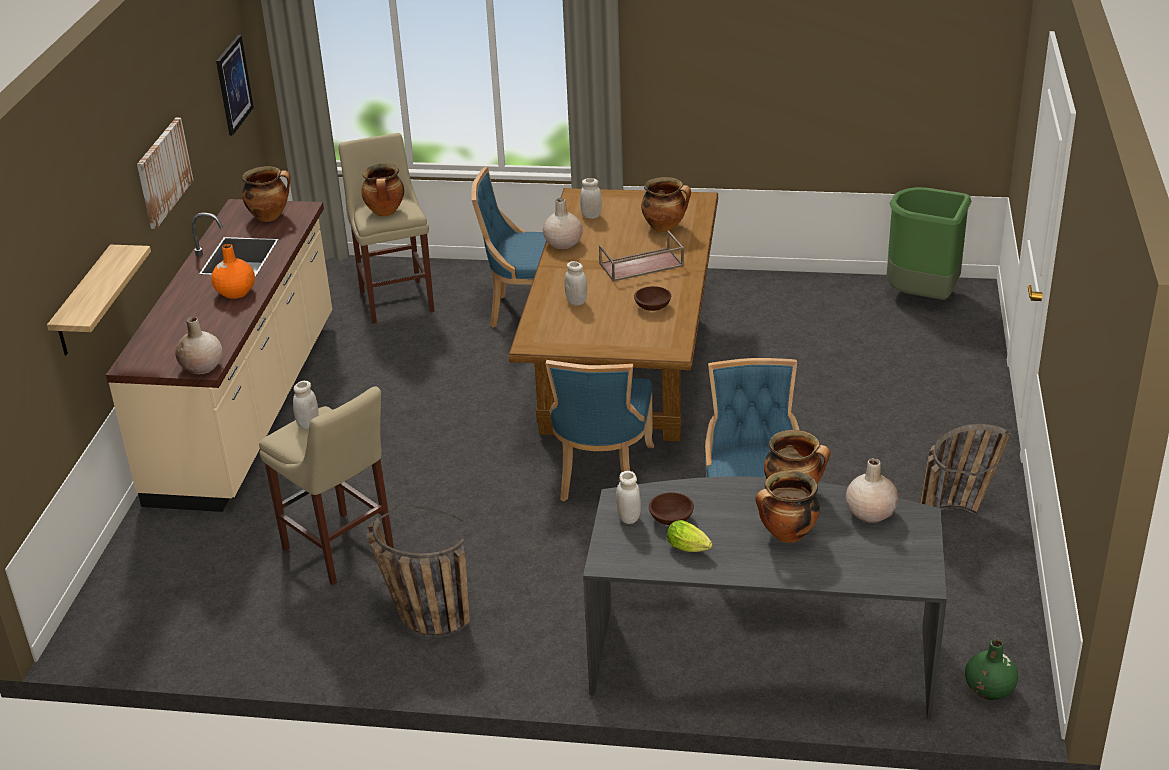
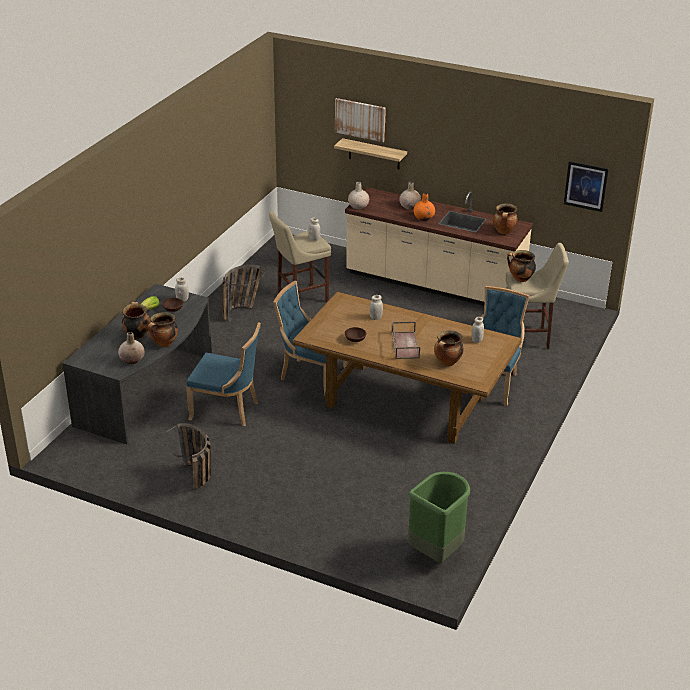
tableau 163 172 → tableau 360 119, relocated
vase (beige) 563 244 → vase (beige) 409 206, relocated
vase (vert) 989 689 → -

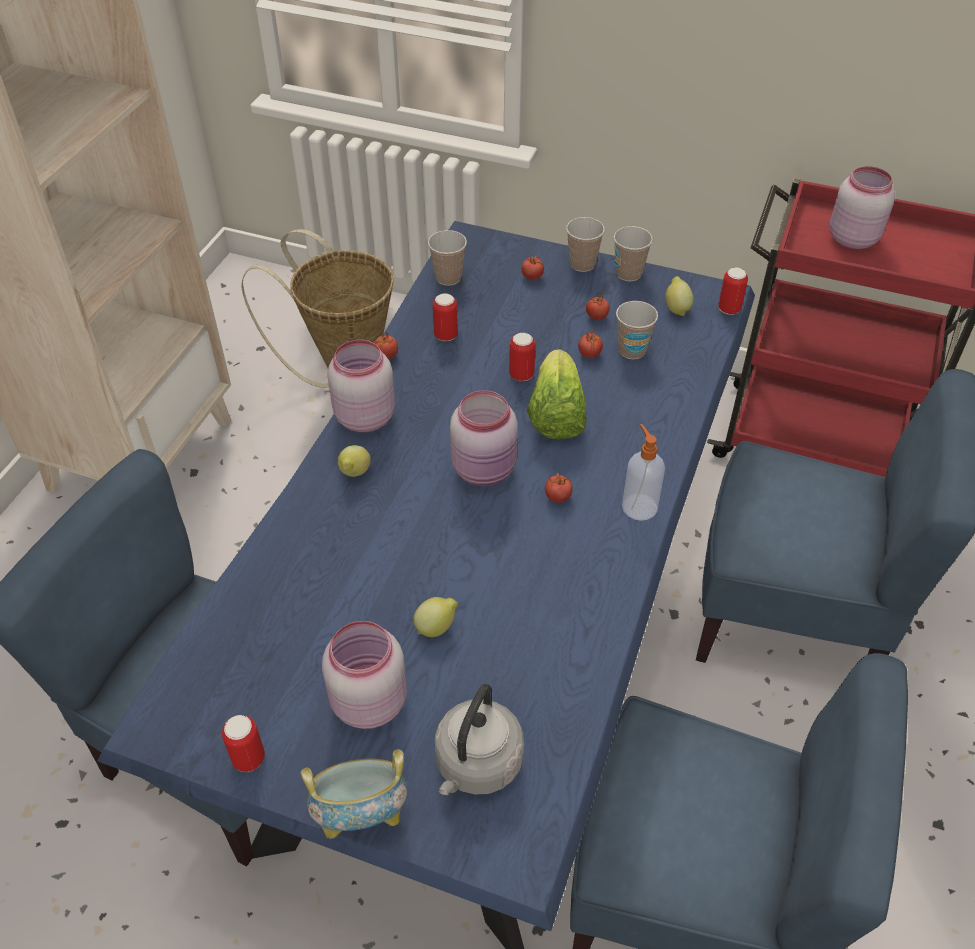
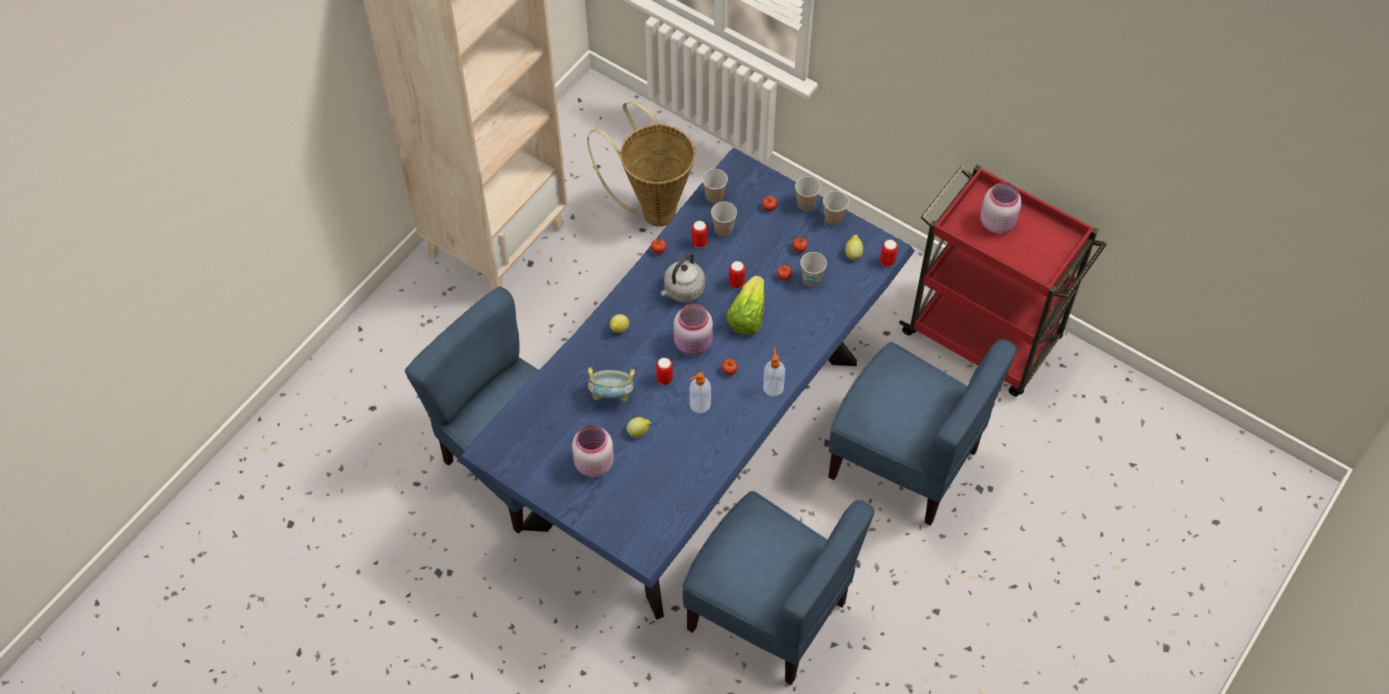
bol 361 813 → bol 612 394, relocated
boîte métallique 249 758 → boîte métallique 664 379, relocated
bouilloire (gris) 476 765 → bouilloire (gris) 682 291, relocated
- → distributeur de savon 699 405
- → tasse 723 229
bocal (rose) 363 417 → -

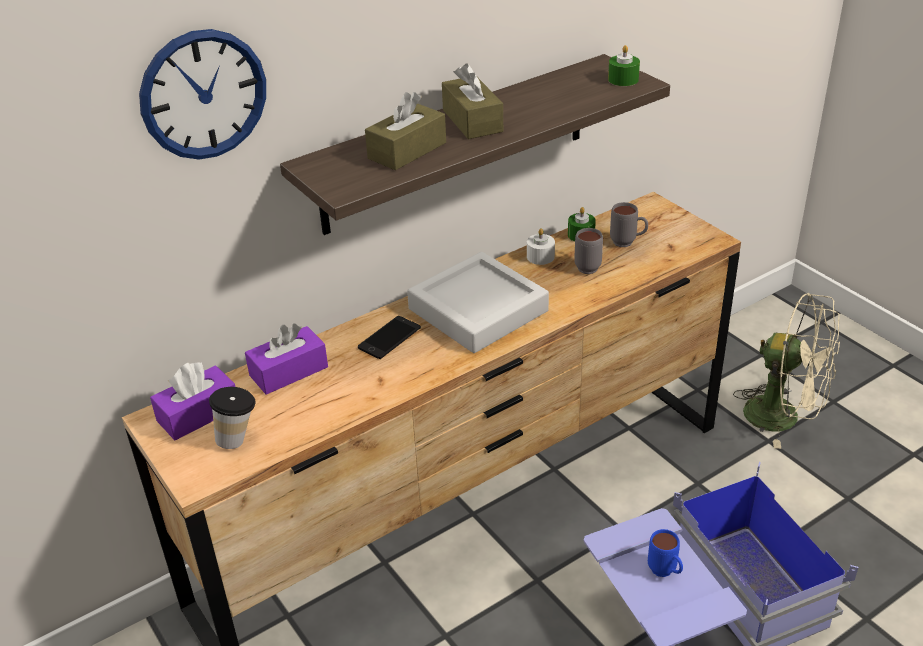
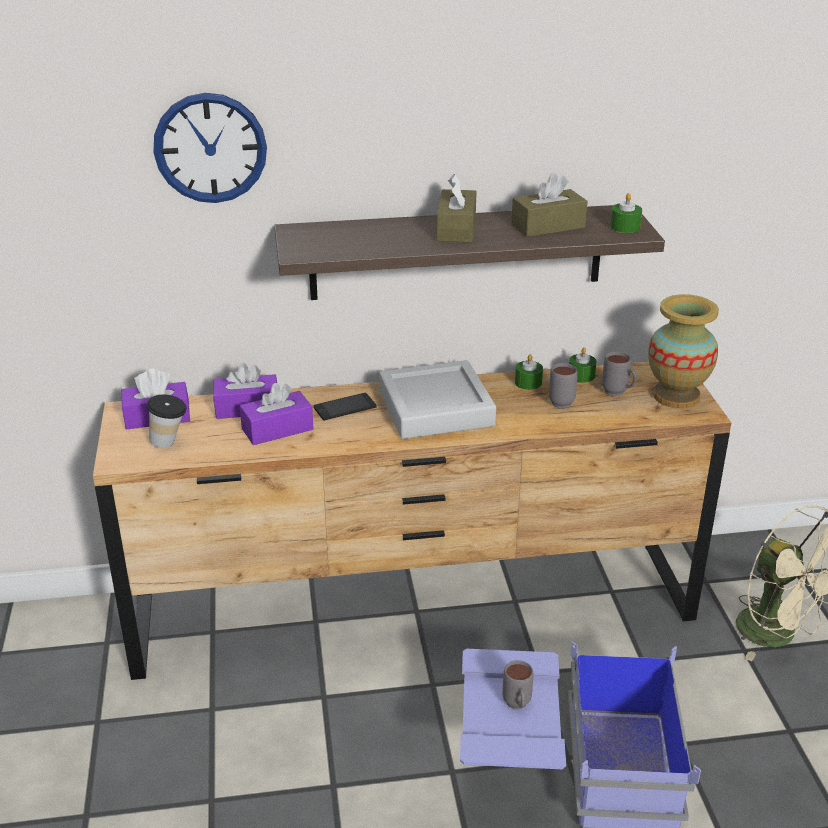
- → boîte à mouchoirs (violet) 277 429
mug (bleu) 665 573 → mug (gris) 517 706
boîte à mouchoirs (marron) 407 150 → boîte à mouchoirs (marron) 548 226, relocated
bougie (blanc) 540 256 → bougie (vert) 528 382
- → vase 676 396

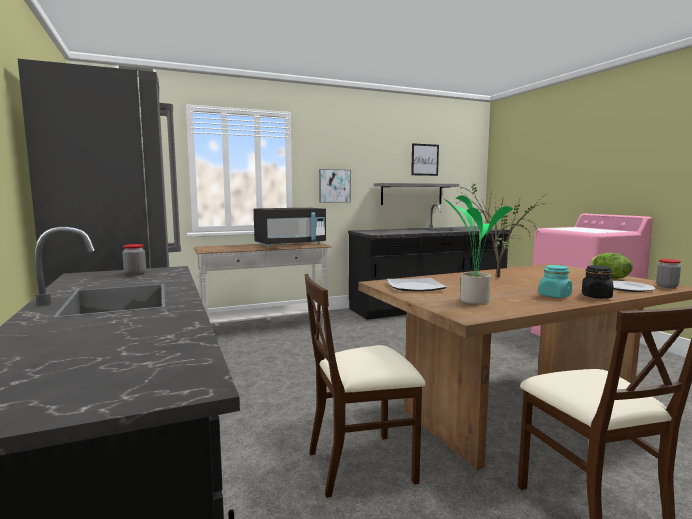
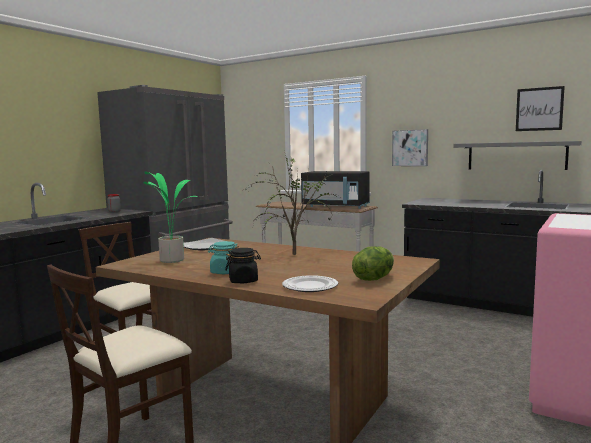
bocal 666 286 → -

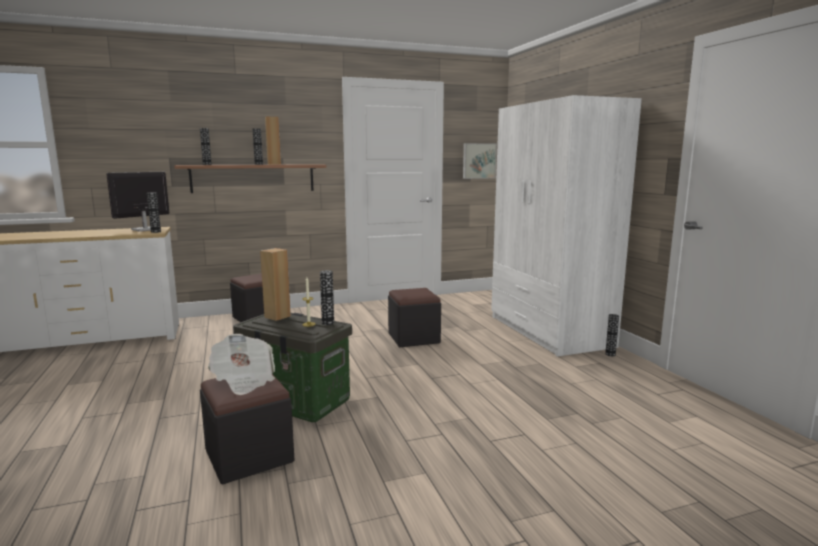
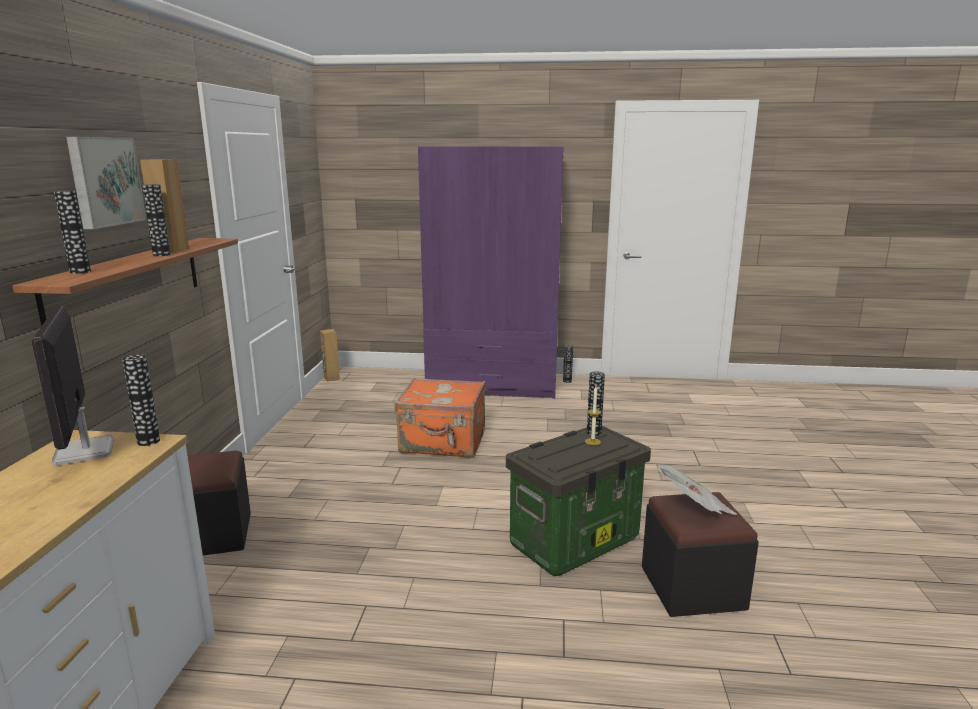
tableau 478 161 → tableau 104 181, relocated
enceinte (marron) 277 316 → enceinte (marron) 331 378, relocated
pouf (noir) 413 338 → valise (orange) 443 443
armoire (blanc) 548 331 → armoire (violet) 493 384

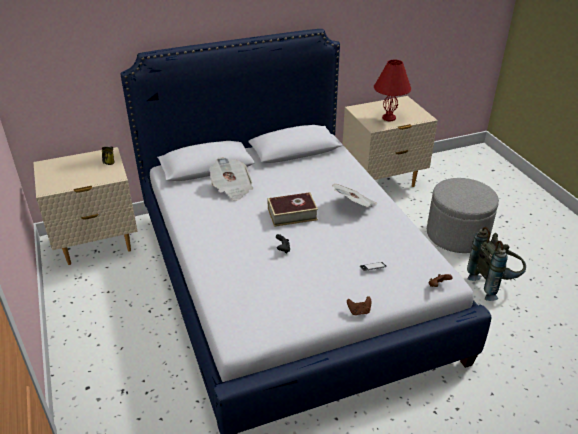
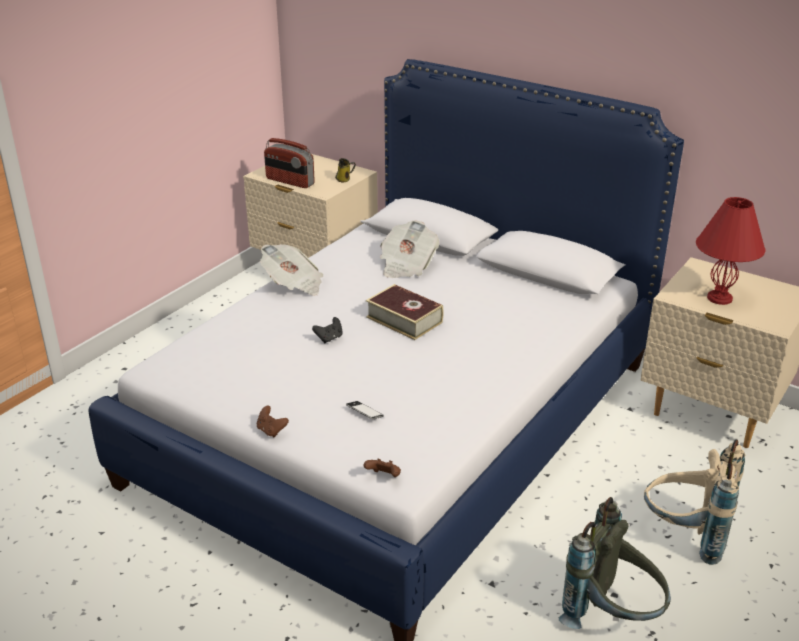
journal 354 206 → journal 293 284, relocated
- → radio 289 181
pouf (gris) 457 235 → sac à dos (beige) 685 536

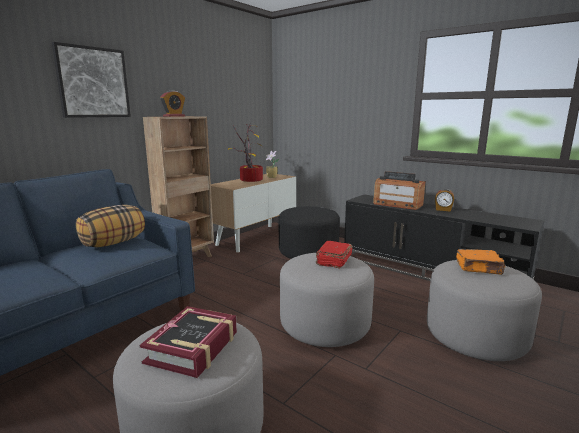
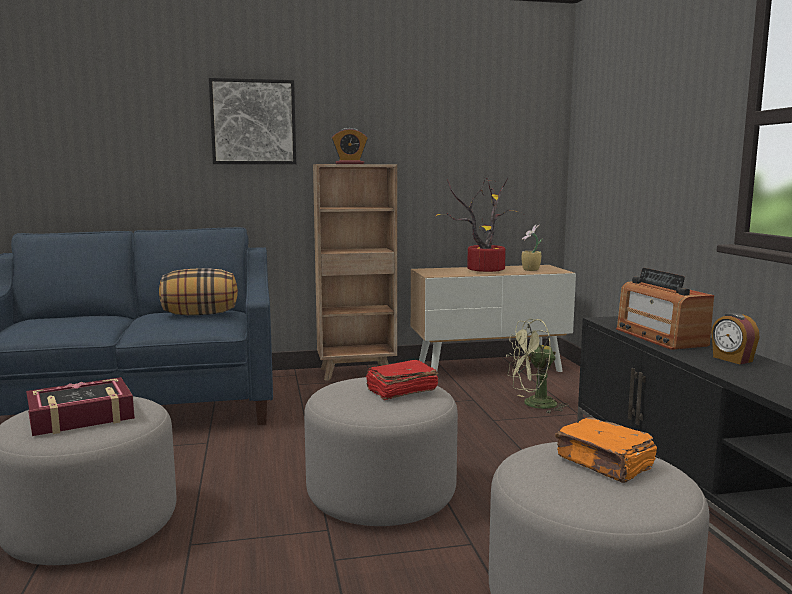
pouf (noir) 308 252 → ventilateur (vert) 533 405

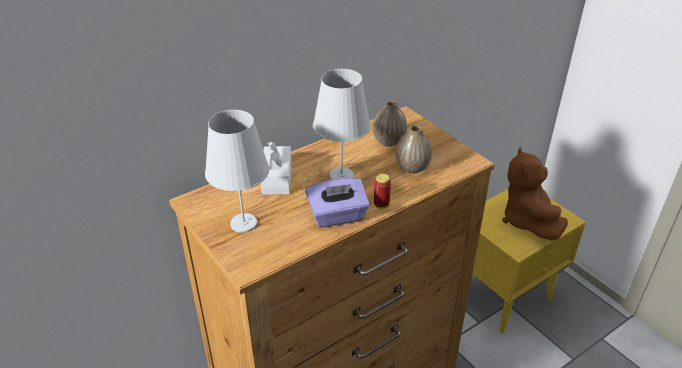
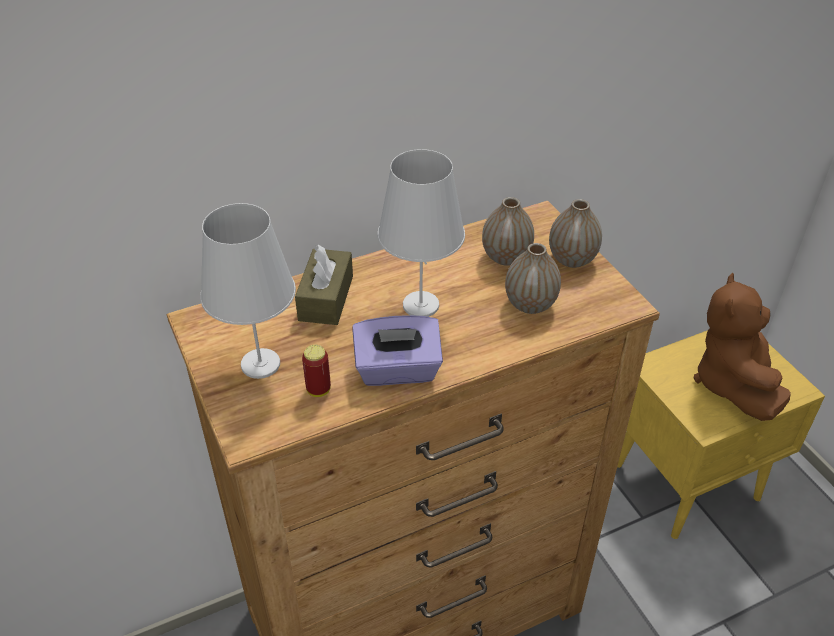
boîte à mouchoirs (blanc) 277 178 → boîte à mouchoirs (marron) 326 298
boîte métallique 381 205 → boîte métallique 318 389, relocated
- → vase 572 259

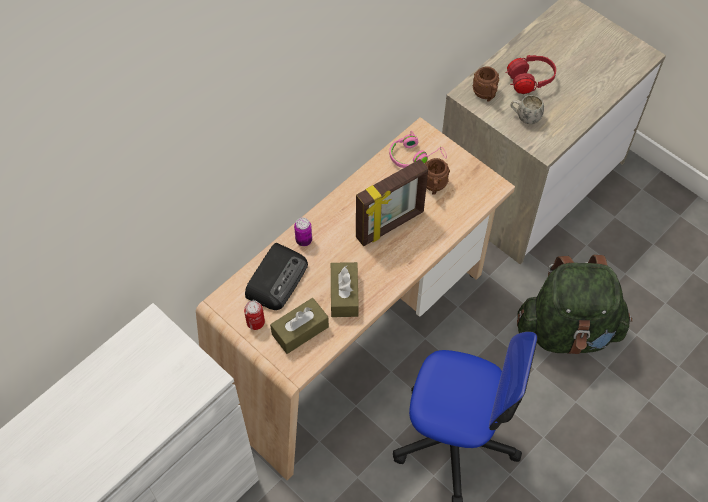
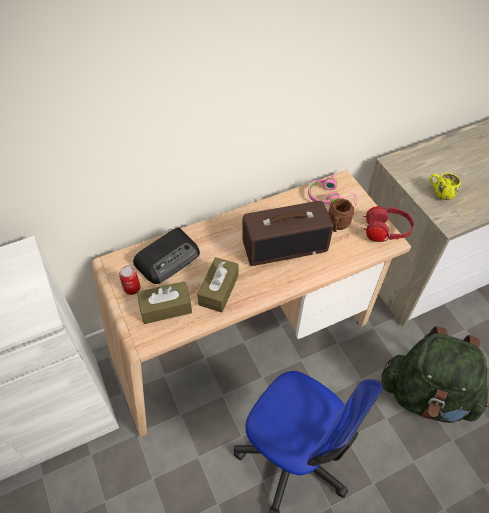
cadre photo 390 226 → radio 285 245
casque audio (rouge) 529 82 → casque audio (rouge) 384 232, relocated
mug (blanc) 524 117 → mug (jaune) 439 193
boîte métallique 304 240 → -
mug (marron) 485 95 → -

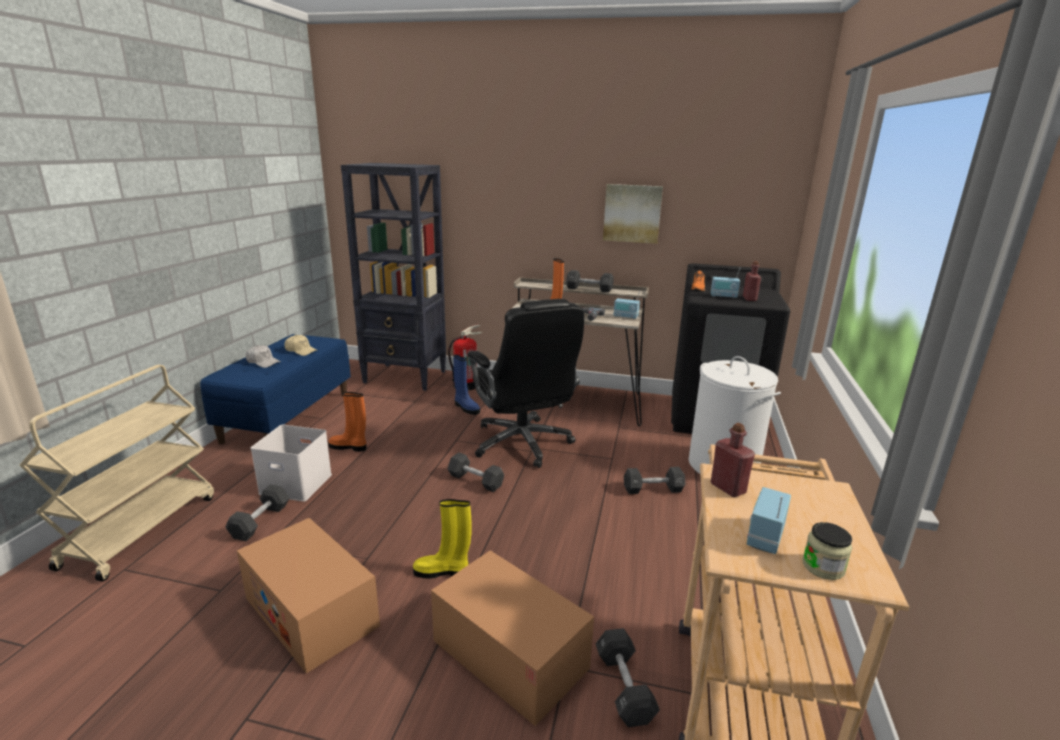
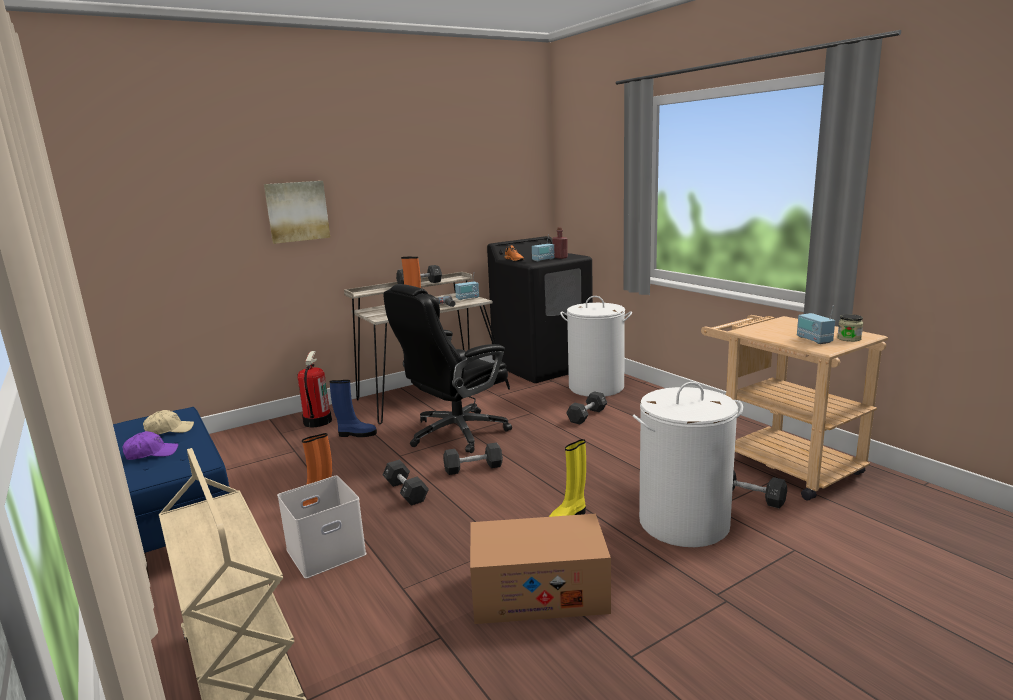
casquette (blanc) 263 362 → casquette (violet) 151 453
tableau 632 213 → tableau 297 211, relocated
chaise de bureau (noir) 523 443 → chaise de bureau (noir) 455 433, 120 degrees clockwise
haltère (noir) 260 521 → haltère (noir) 406 492, relocated
carton 509 654 → panier à linge (blanc) 683 523
bibliothèque (noir) 406 377 → -
bouteille (rouge) 728 488 → -

